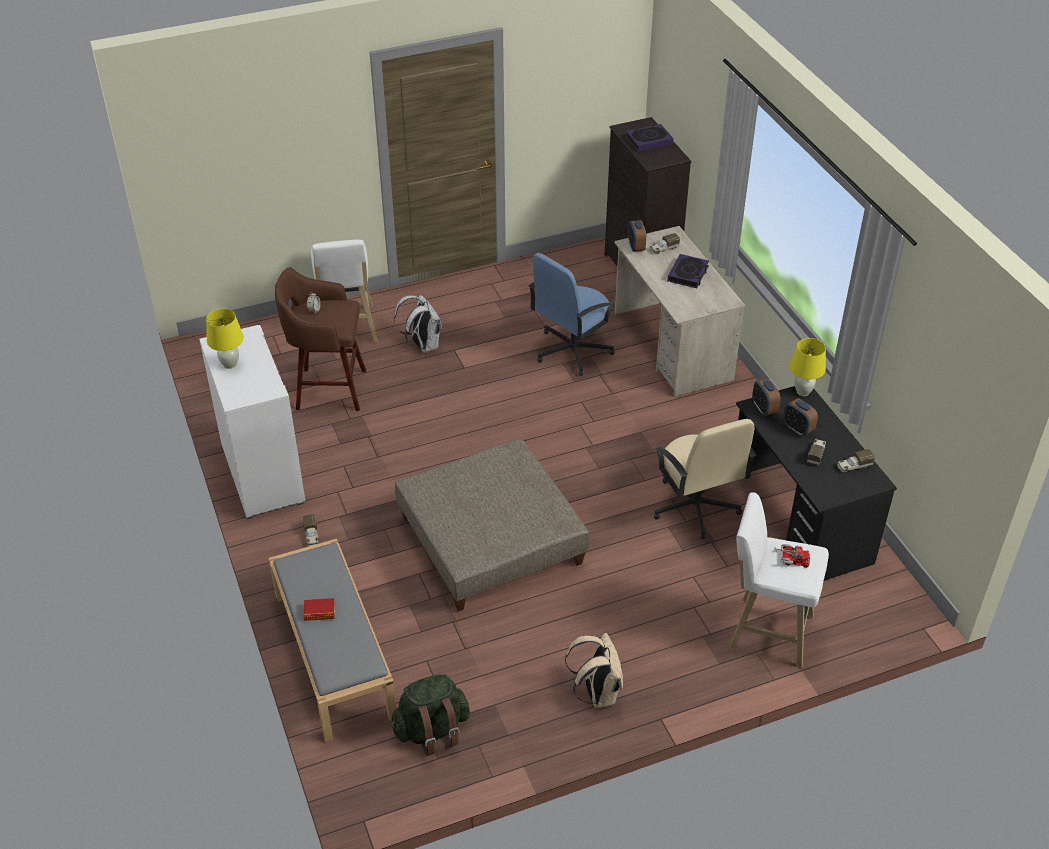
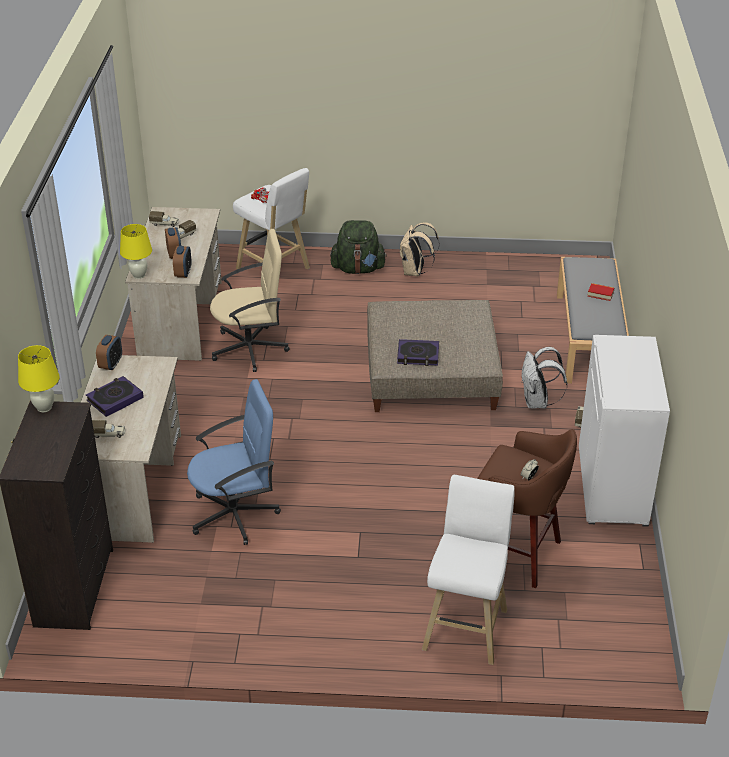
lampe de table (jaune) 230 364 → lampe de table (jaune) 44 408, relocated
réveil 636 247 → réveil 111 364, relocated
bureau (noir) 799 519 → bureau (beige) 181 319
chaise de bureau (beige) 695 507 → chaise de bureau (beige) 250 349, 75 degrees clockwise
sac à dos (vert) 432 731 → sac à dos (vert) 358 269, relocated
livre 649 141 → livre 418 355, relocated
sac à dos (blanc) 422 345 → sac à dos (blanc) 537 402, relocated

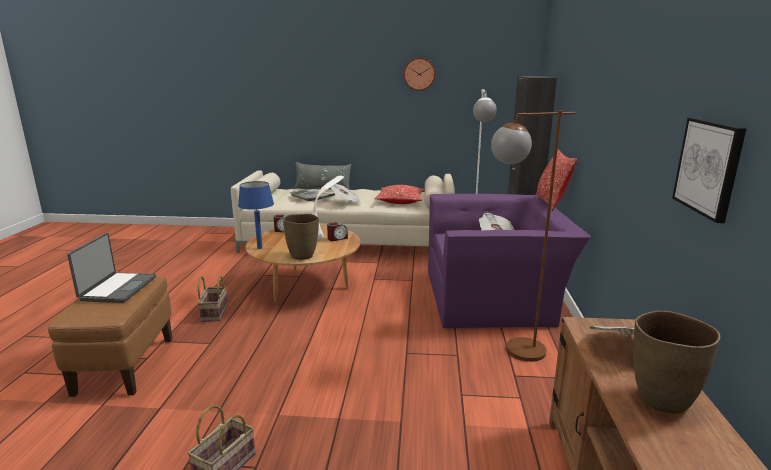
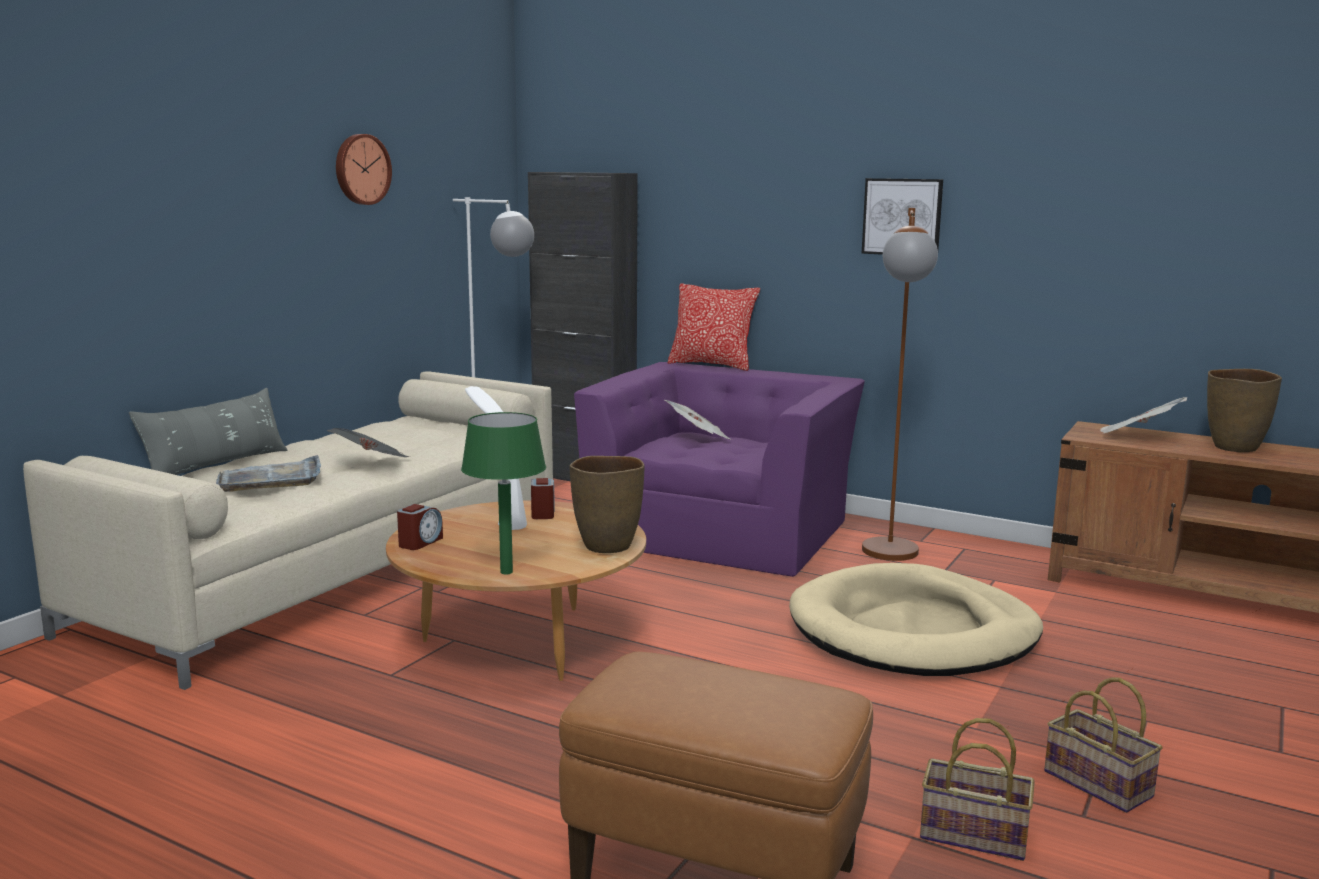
lampe de table (bleu) 260 248 → lampe de table (vert) 507 572
- → panier pour chien (beige) 913 631
tableau 709 167 → tableau 902 217, relocated
panier 214 313 → panier 970 836, relocated
ordinateur portable 117 288 → -
coussin 400 201 → -

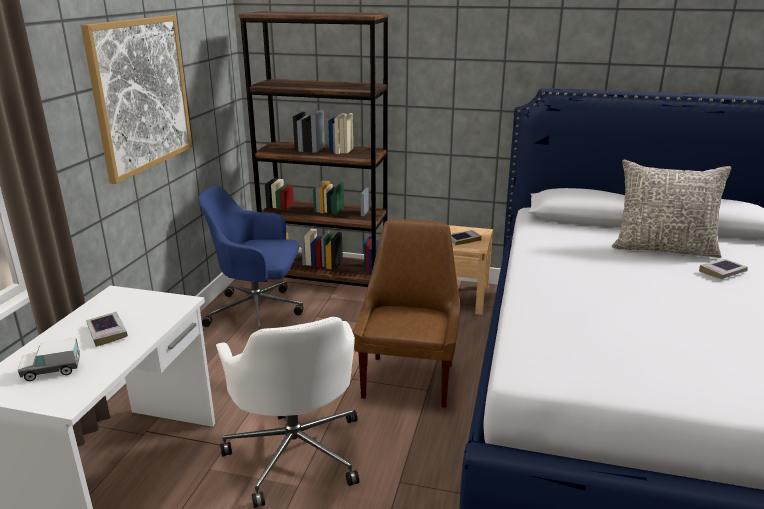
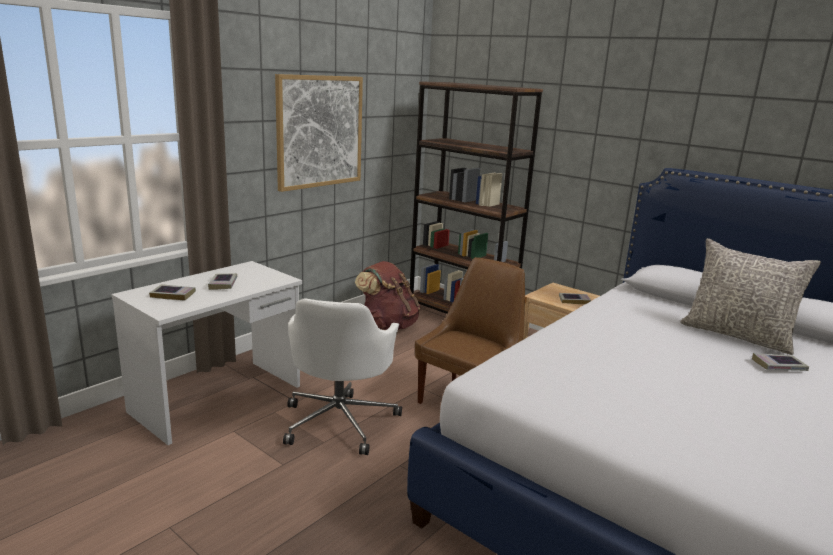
camion jouet 52 370 → livre 173 295
chaise de bureau (bleu) 258 312 → sac à dos (marron) 388 325

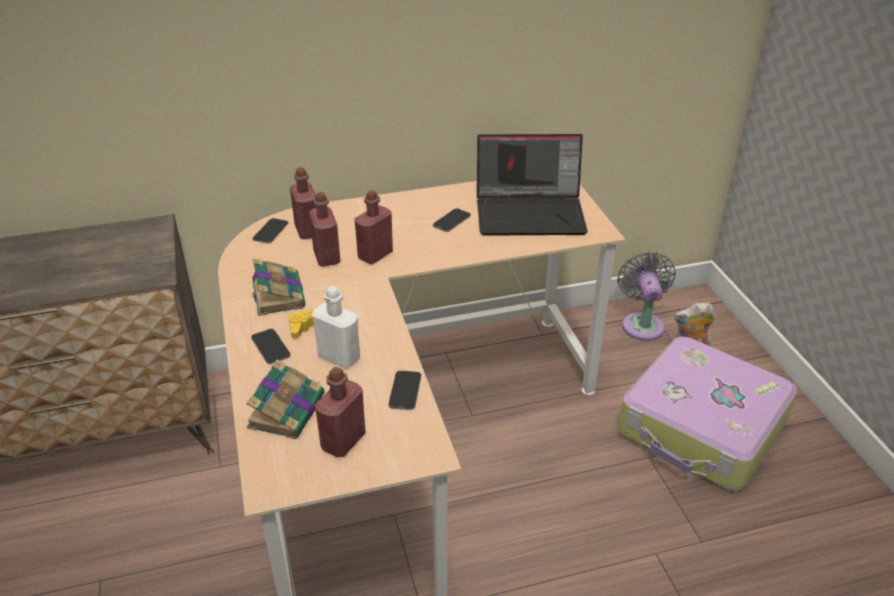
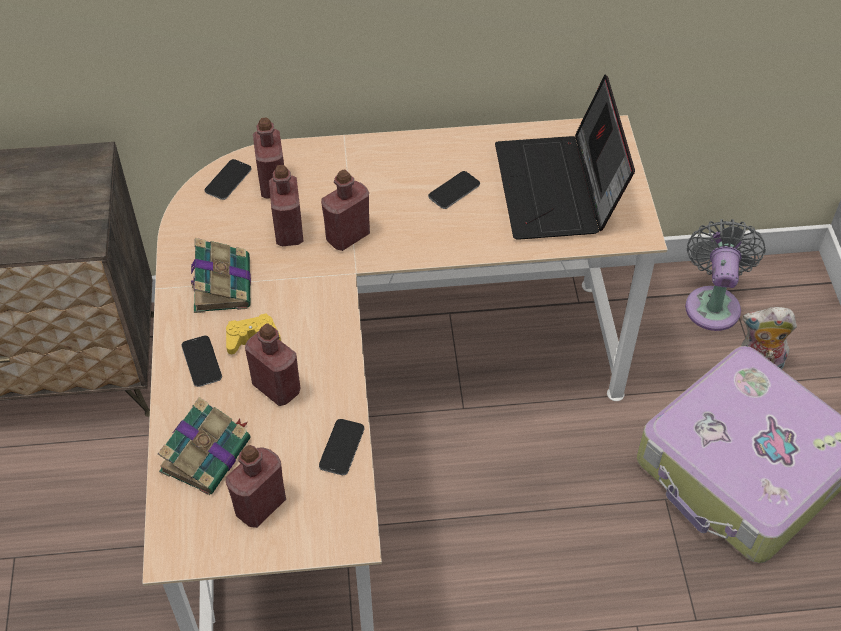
bouteille (blanc) 339 357 → bouteille (rouge) 276 388
ordinateur portable 531 213 → ordinateur portable 559 190, 75 degrees clockwise

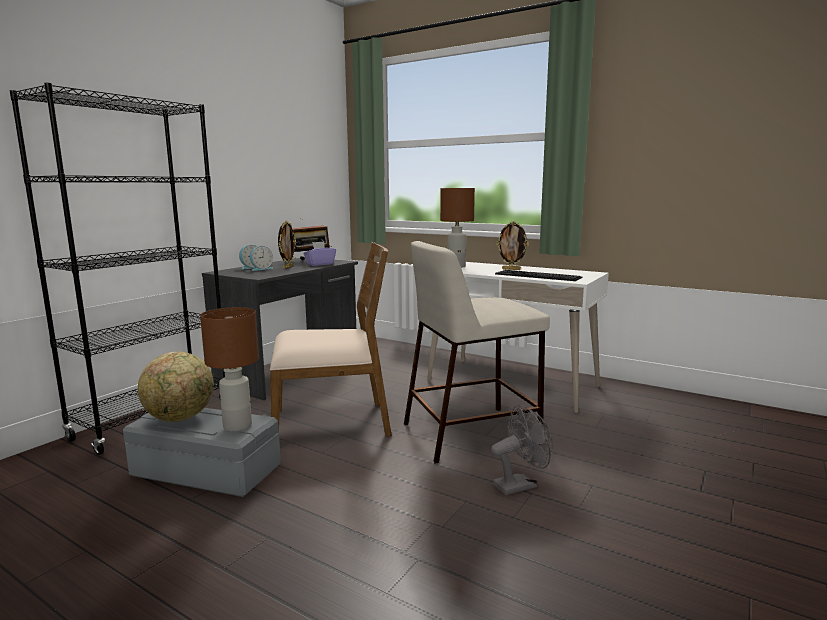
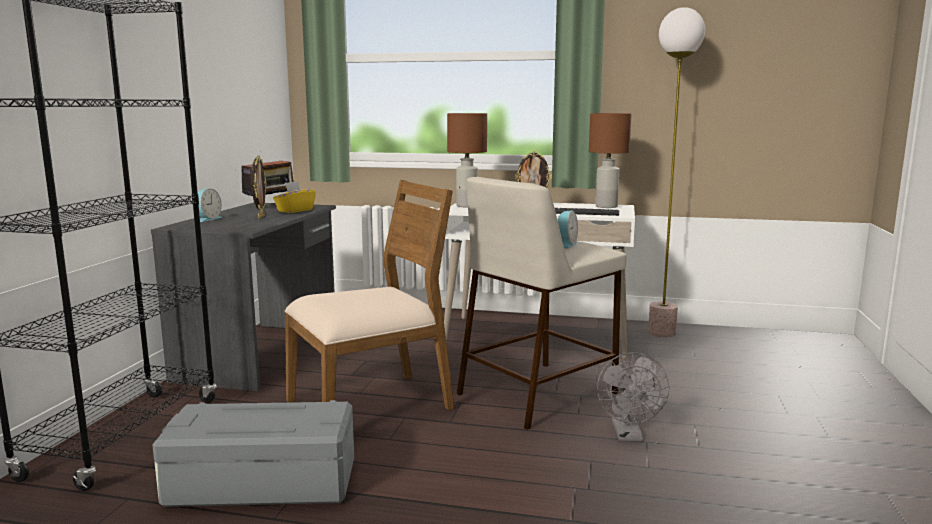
boîte à mouchoirs (violet) 320 264 → boîte à mouchoirs (jaune) 295 210
réveil 261 269 → réveil 565 244, relocated
lampe de table (marron) 236 426 → lampe de table (marron) 606 207, relocated
ventilateur (gris) 520 484 → ventilateur (gris) 629 435, 135 degrees clockwise
- → lampadaire 662 332
globe 180 418 → -

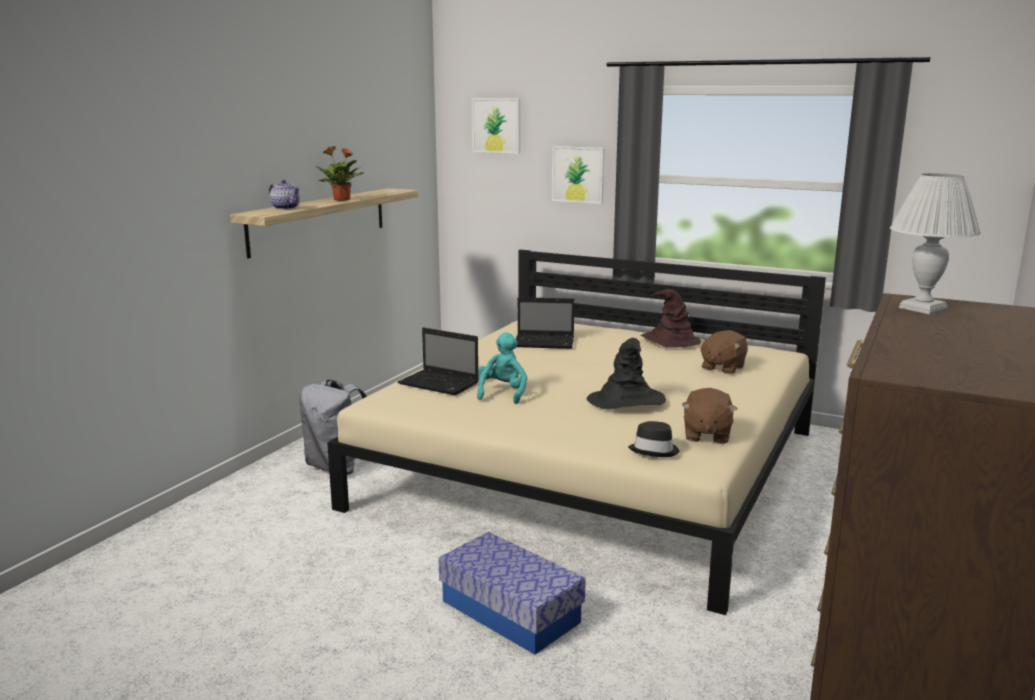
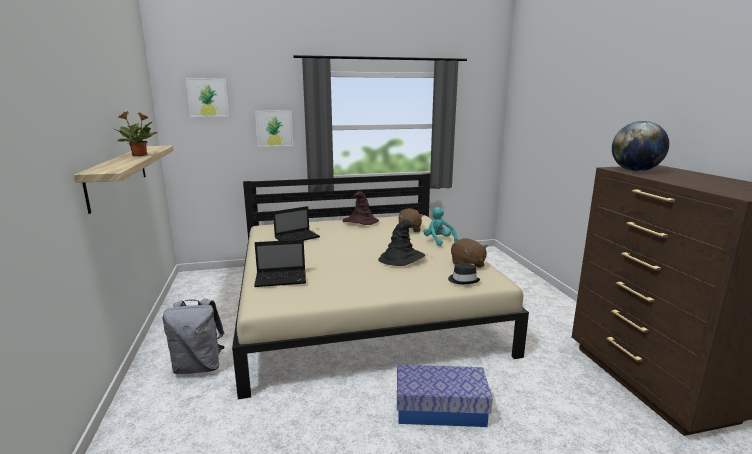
peluche (turquoise) 502 393 → peluche (turquoise) 438 241, relocated
lampe de table (blanc) 922 309 → globe 635 171
théière 286 208 → -

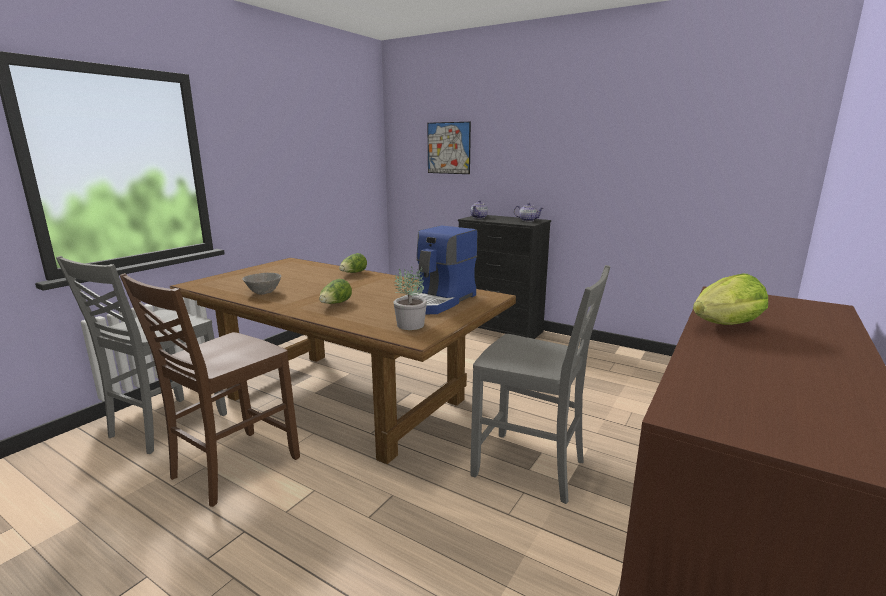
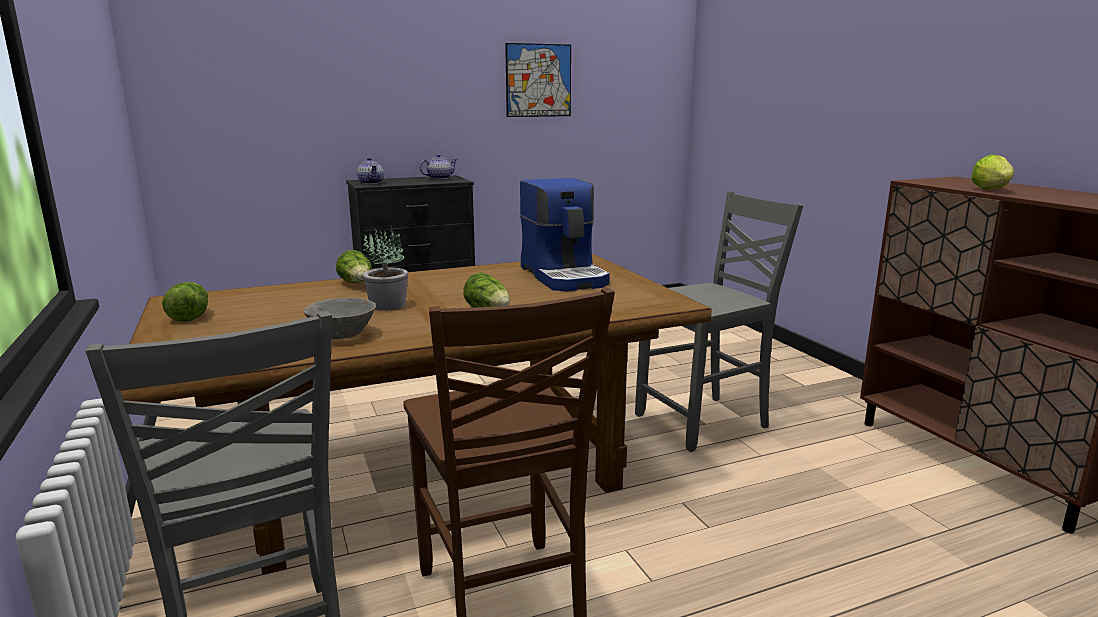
- → laitue 189 316
plante en pot 410 325 → plante en pot 387 305, relocated
tableau 448 148 → tableau 538 80, relocated

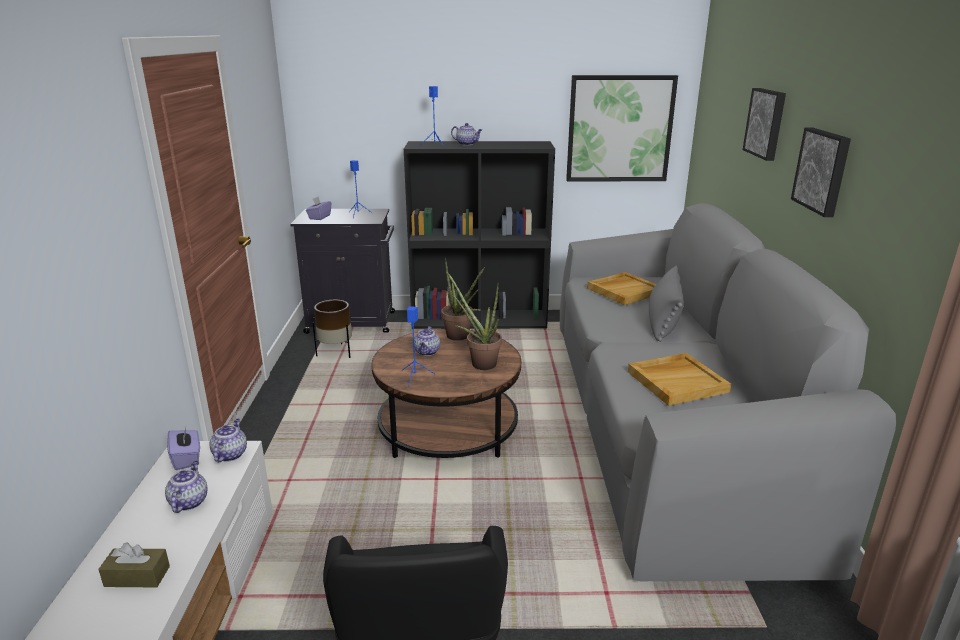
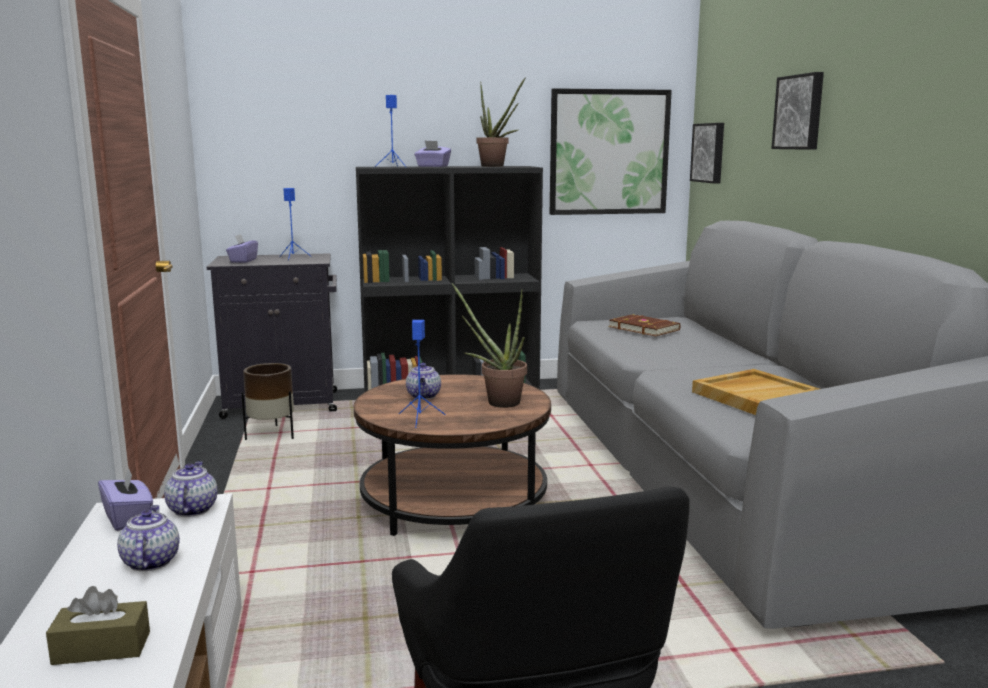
théière 467 144 → boîte à mouchoirs (violet) 432 166
plante en pot 461 337 → plante en pot 496 166, relocated
plateau (beige) 624 291 → livre (marron) 644 328
tableau 823 171 → tableau 709 153, relocated
coussin (gris) 663 321 → -

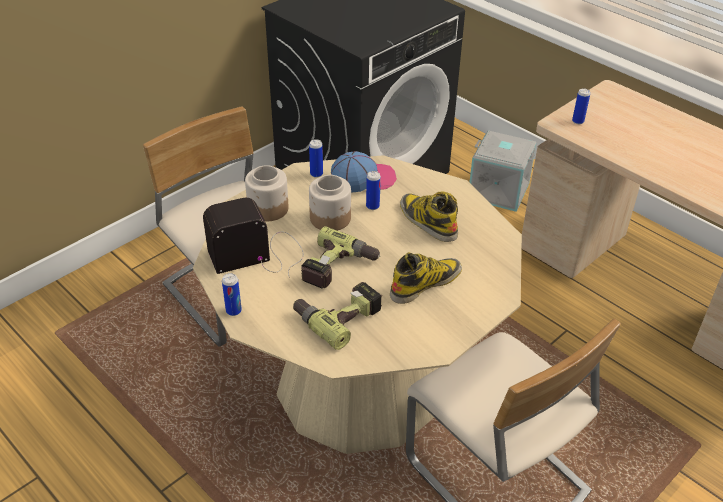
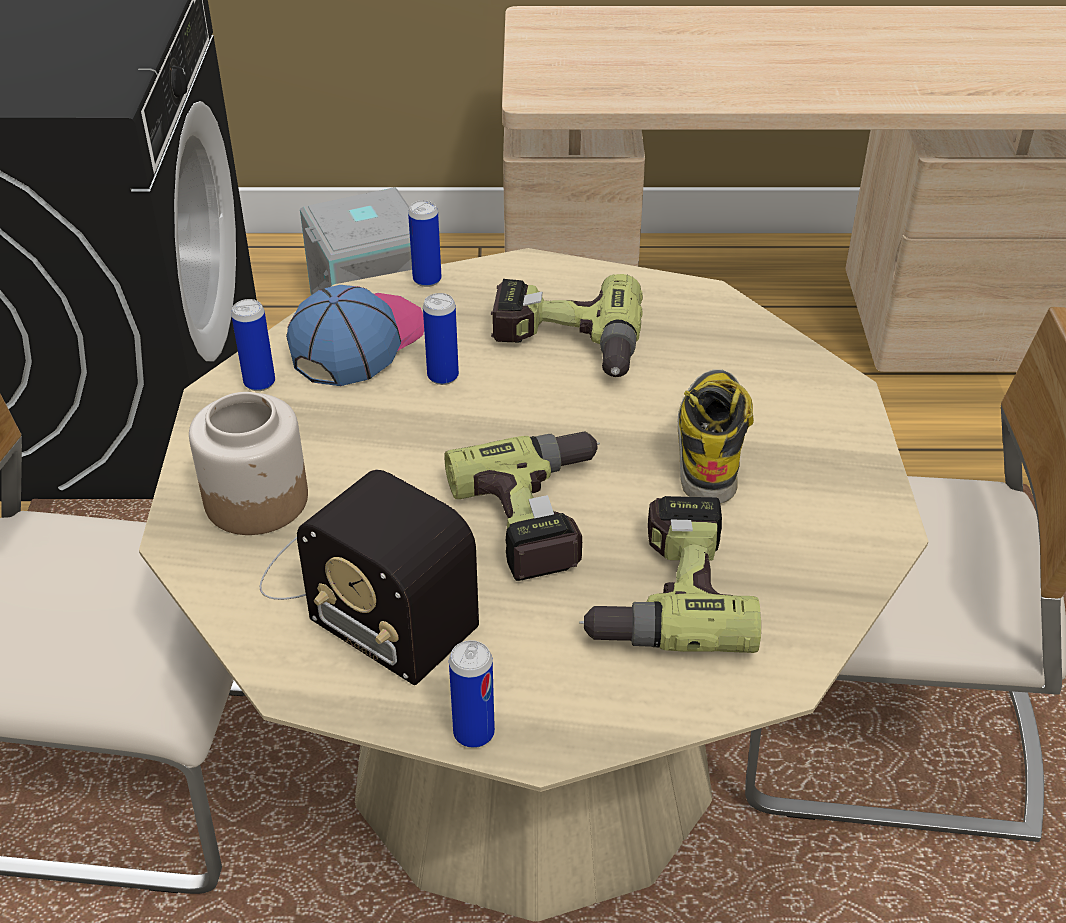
radio 259 254 → radio 363 592, 75 degrees counterclockwise
boîte métallique 578 121 → boîte métallique 427 280, relocated
botte 427 221 → perceuse 565 346
bocal 331 218 → -

